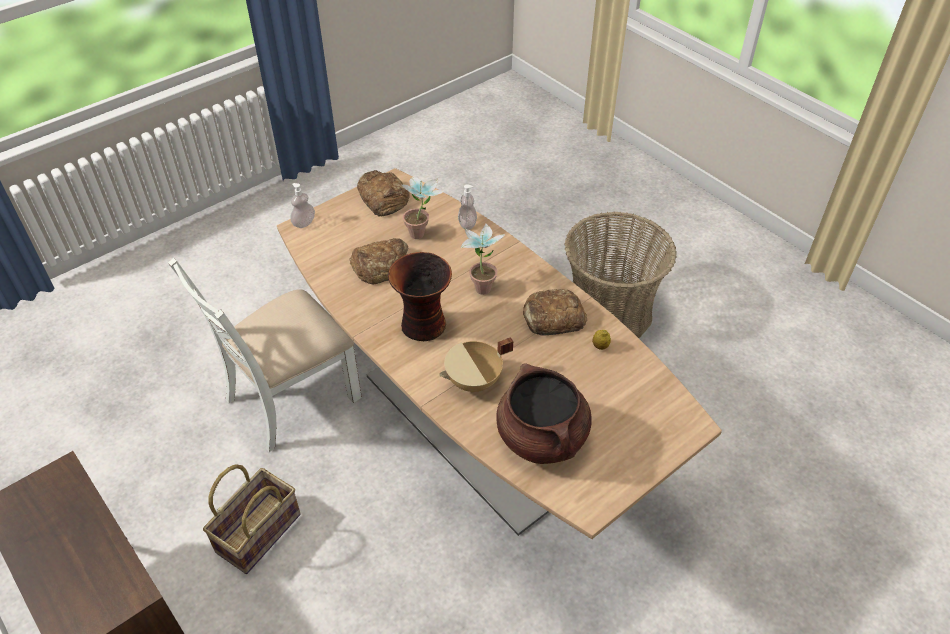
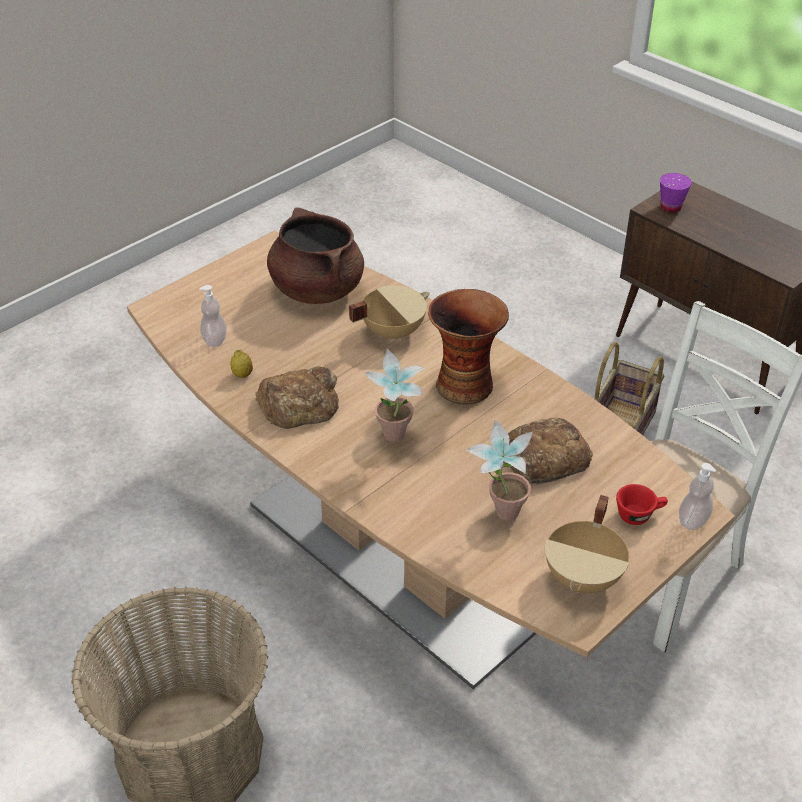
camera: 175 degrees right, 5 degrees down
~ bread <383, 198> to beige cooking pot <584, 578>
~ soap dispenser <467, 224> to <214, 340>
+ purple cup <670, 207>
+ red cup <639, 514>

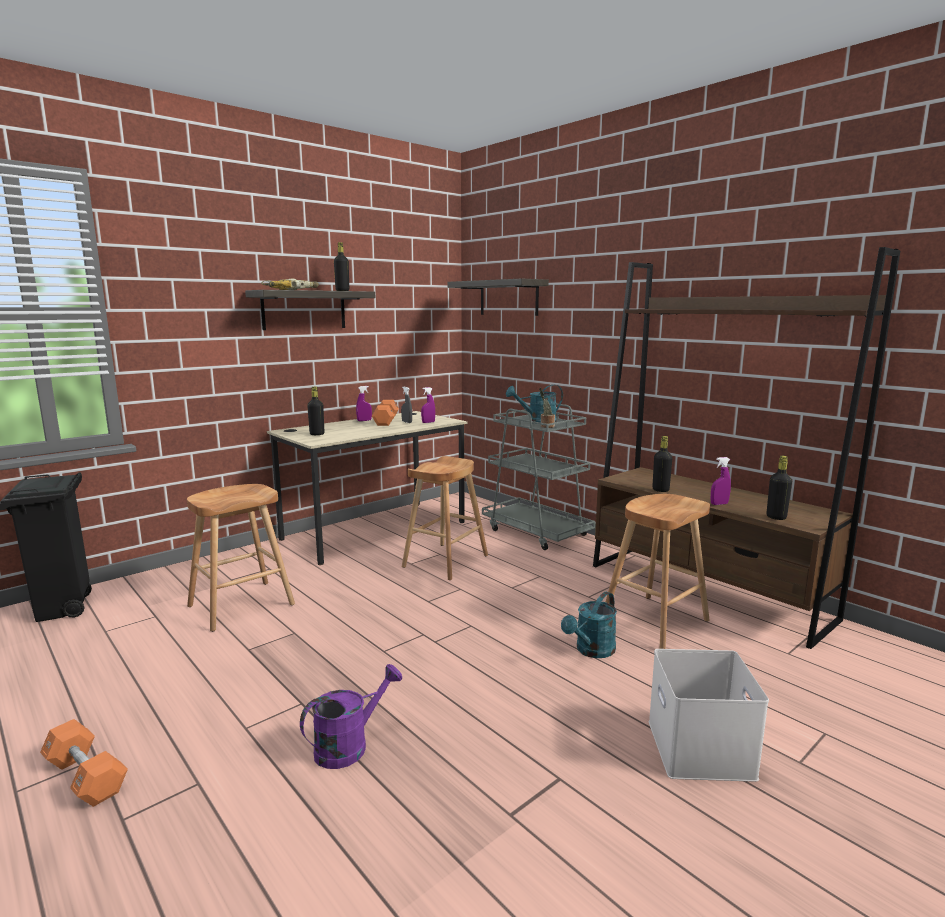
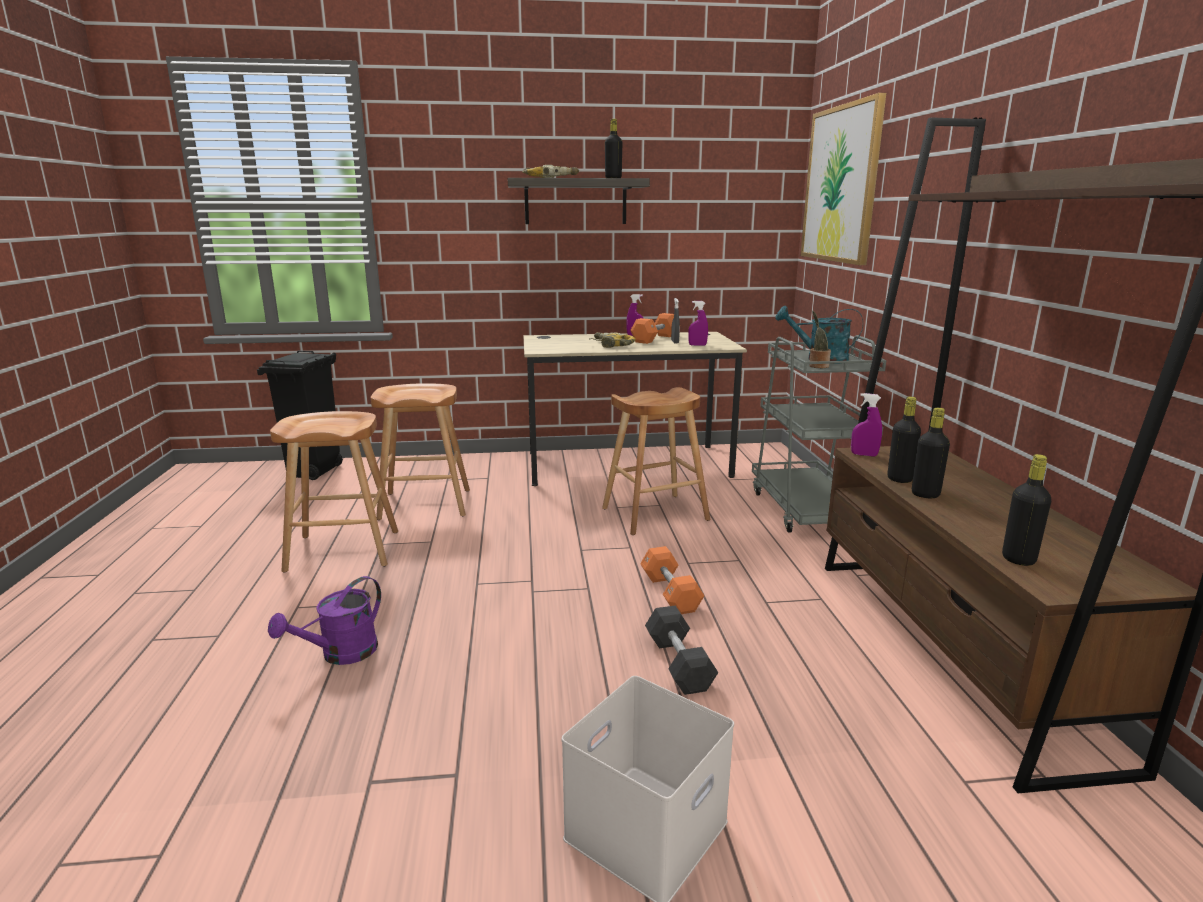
camera: 35 degrees right, 5 degrees up
~ shelf <508, 298> to picture <841, 184>
~ black bottle <317, 434> to <925, 494>
~ purple spray bottle <719, 504> to <864, 455>
~ brown stool <654, 622> to <342, 551>
~ turquoise watering can <591, 651> to black dumbbell <679, 664>
~ purple watering can <349, 745> = <341, 654> 135 degrees clockwise
~ orange dumbbell <86, 777> to <670, 593>
+ power drill <610, 345>

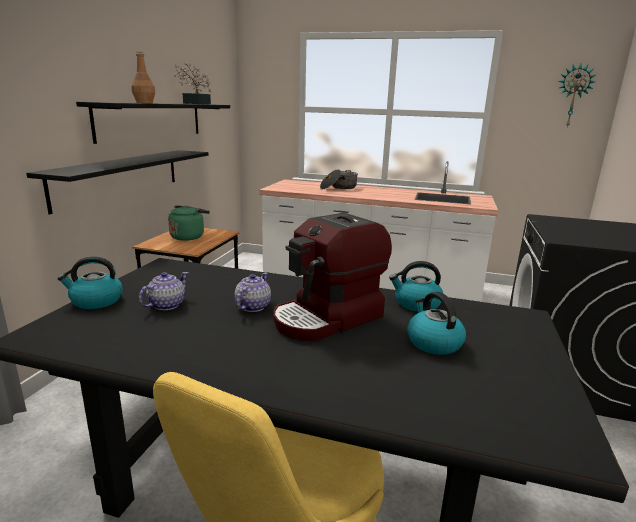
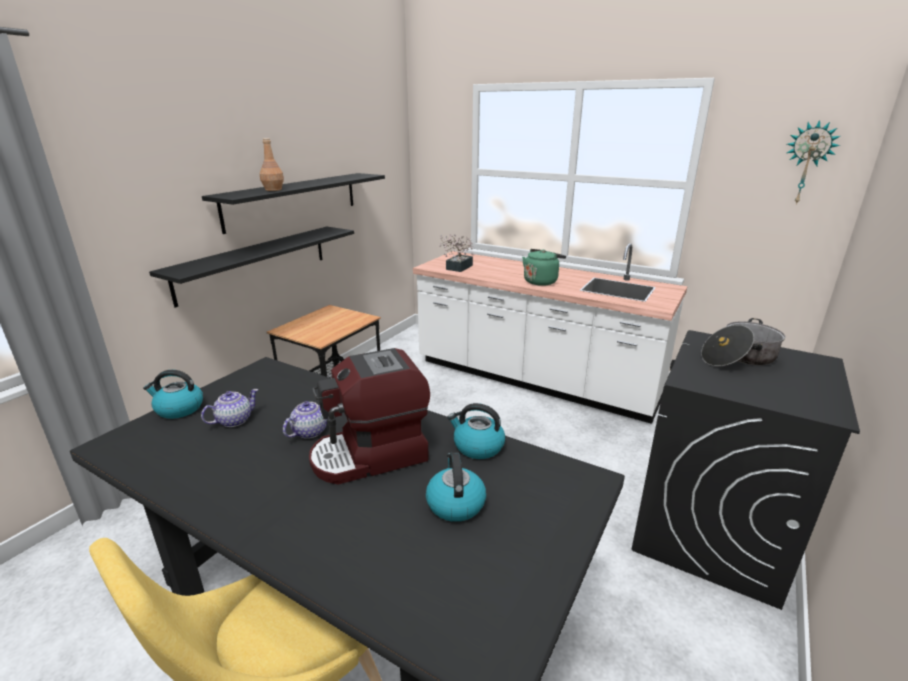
camera: 15 degrees right, 5 degrees up
~ potted plant <195, 103> to <457, 268>
~ cooking pot <338, 188> to <738, 358>
~ green kettle <188, 236> to <541, 281>

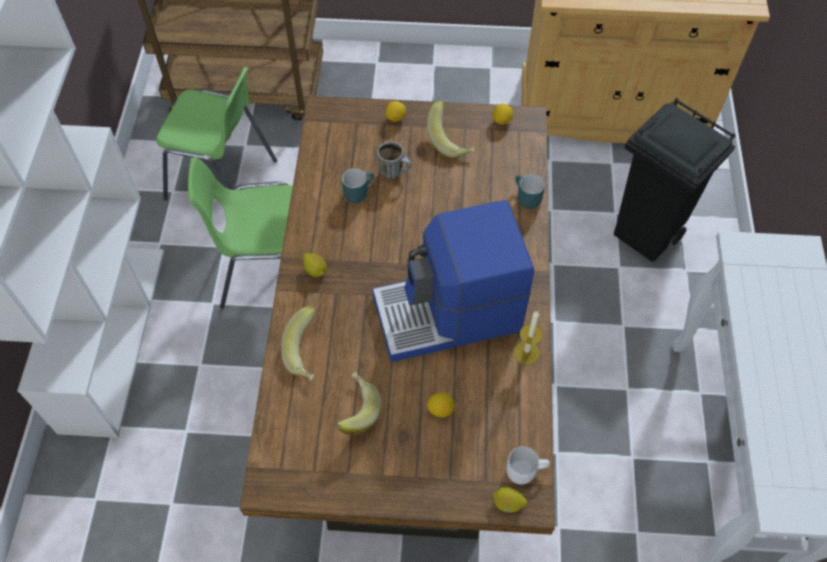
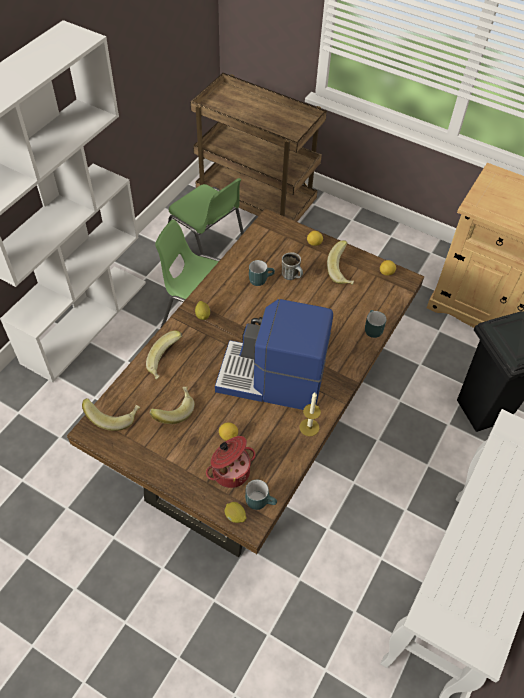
camera: 25 degrees right, 5 degrees down
~ white mug <525, 469> to turquoise mug <260, 500>
+ banana <114, 416>
+ cooking pot <230, 470>

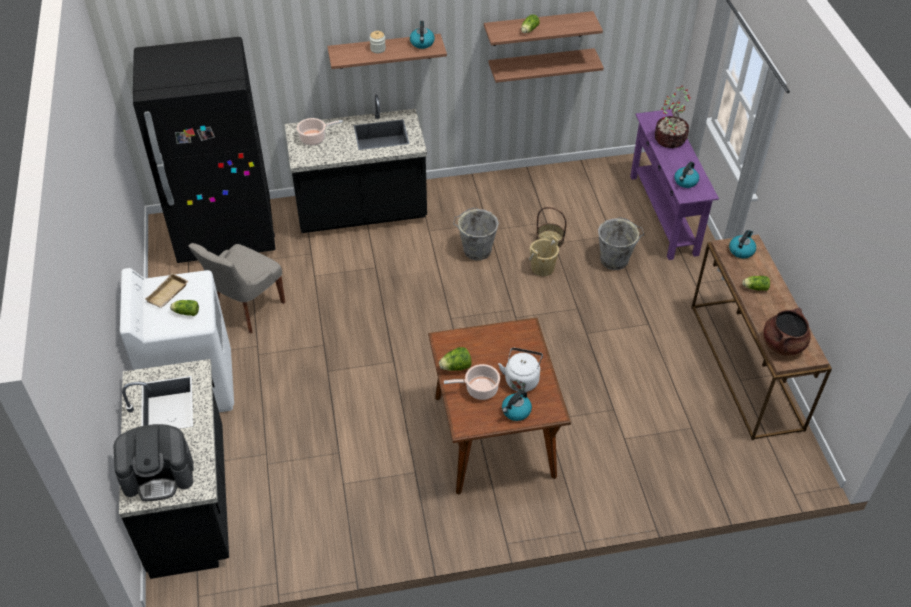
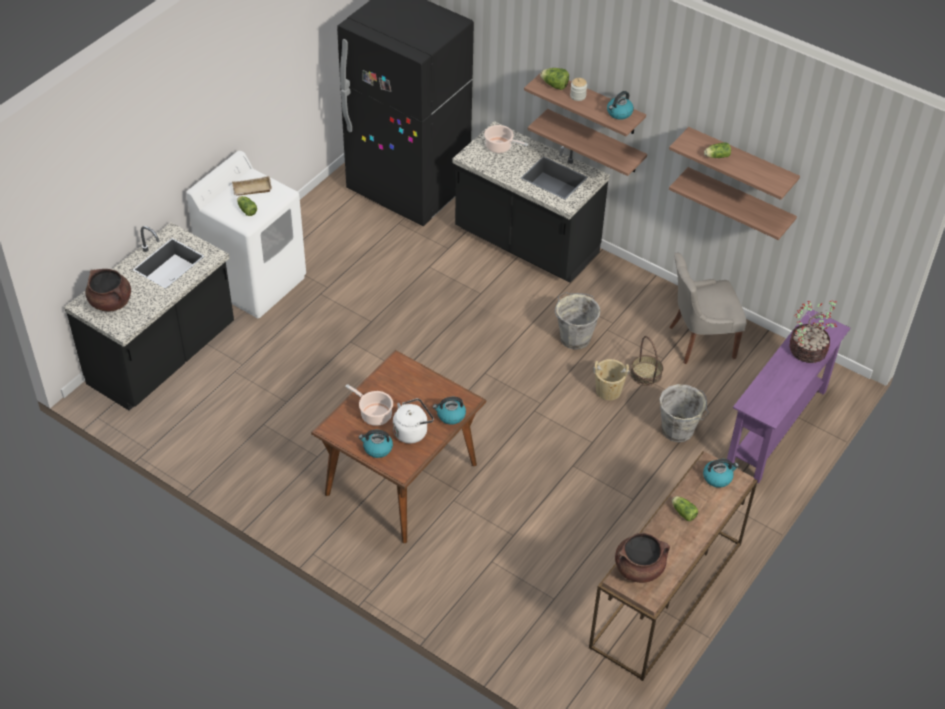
camera: 45 degrees right, 0 degrees up
~ kettle <685, 182> to <450, 416>
~ grey chair <246, 308> to <699, 341>
~ lettuce <456, 367> to <554, 85>
~ coffee machine <159, 475> to brown cooking pot <111, 302>
+ shelf <595, 142>

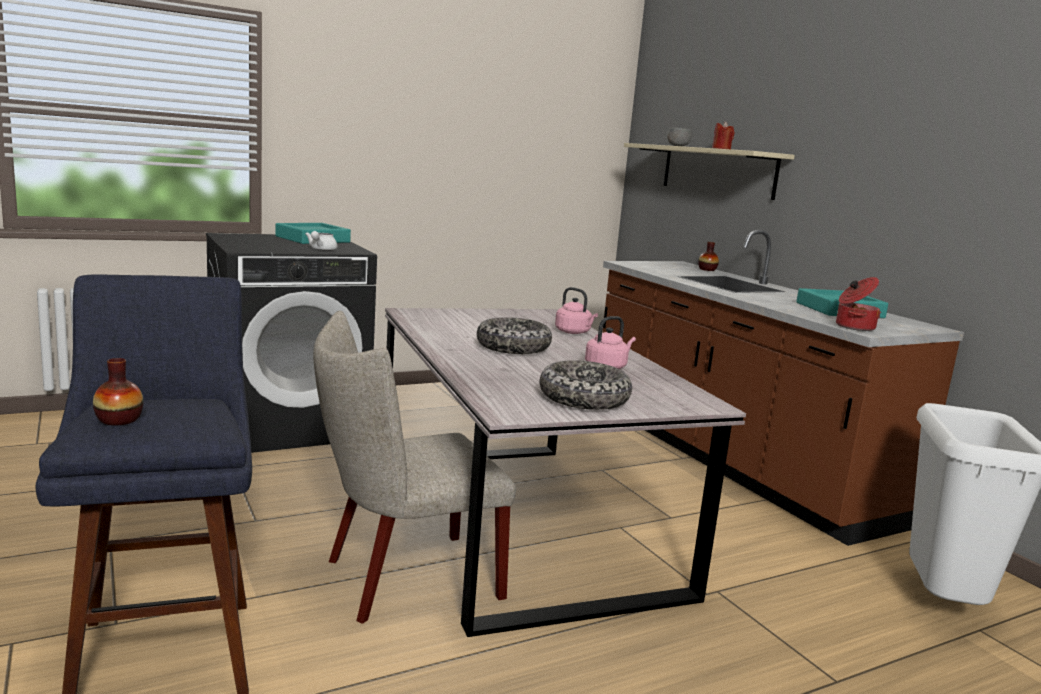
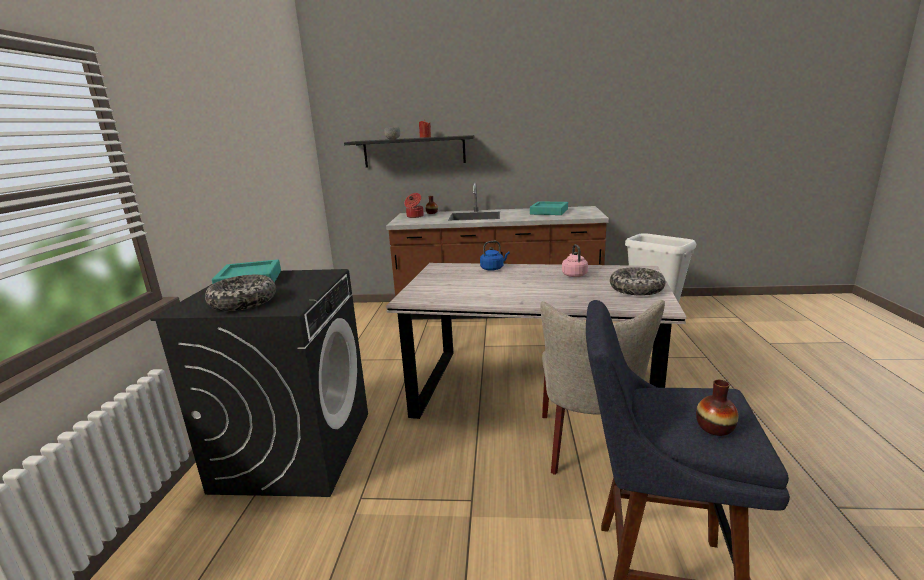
camera: 55 degrees left, 5 degrees up
~ beige shelf <717, 171> to black shelf <414, 151>
- white teapot <321, 250>
~ cooking pot <853, 327> to <414, 216>
~ pink kettle <574, 332> to blue kettle <493, 268>
~ bowl <513, 347> to <243, 302>

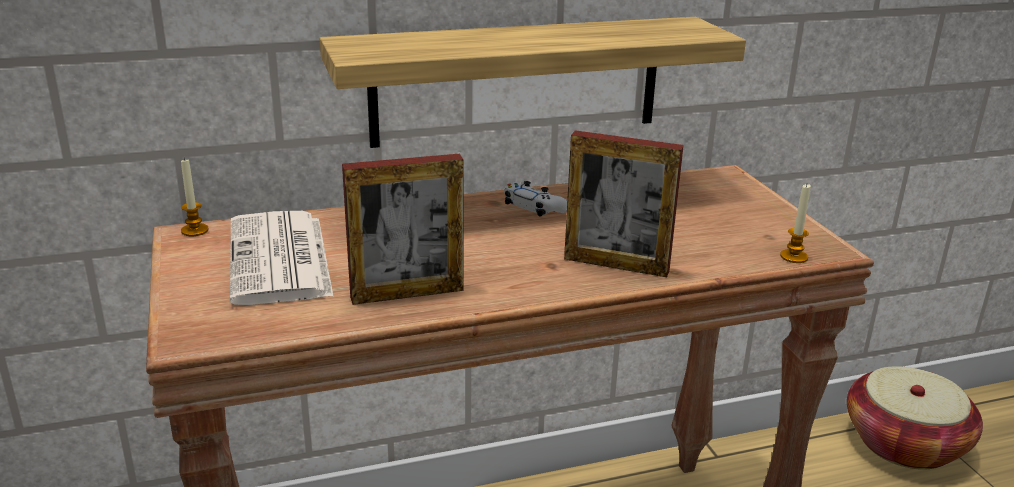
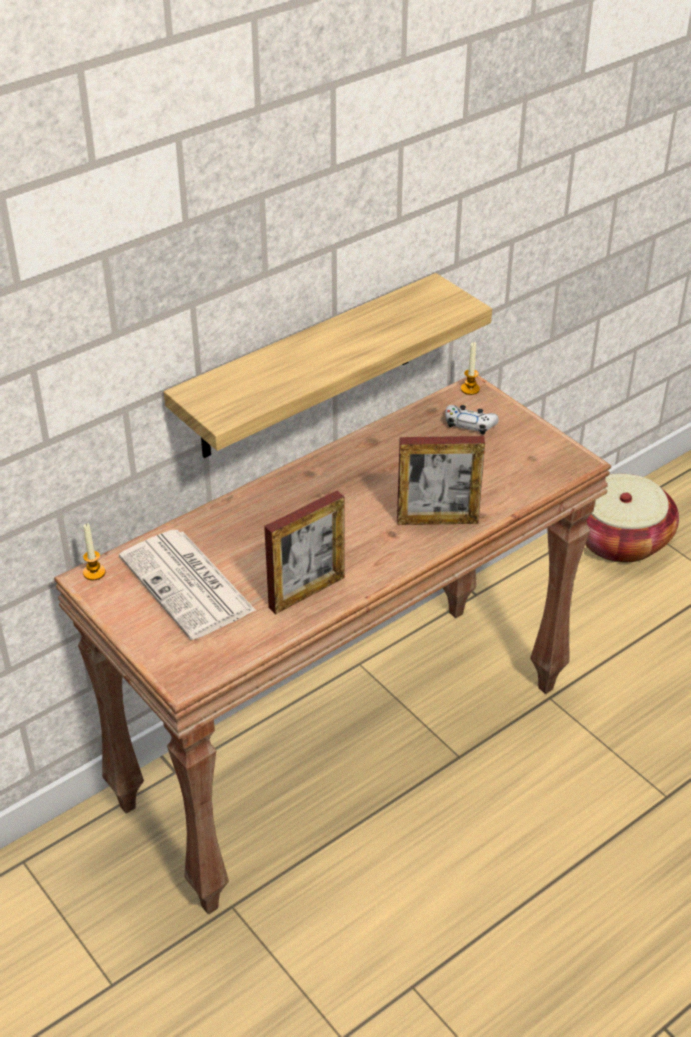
camera: 20 degrees left, 15 degrees up
~ white game controller <534, 207> to <470, 424>
~ candle <793, 257> to <470, 389>

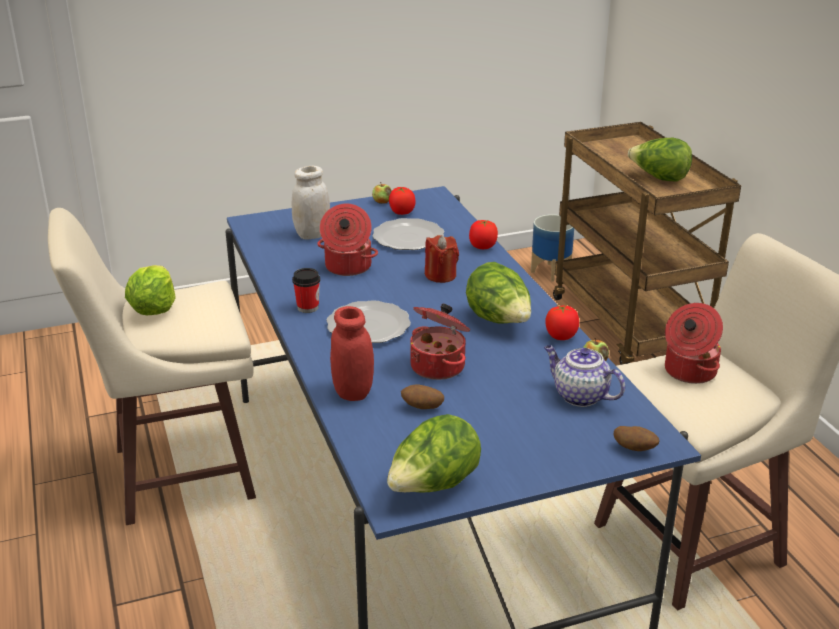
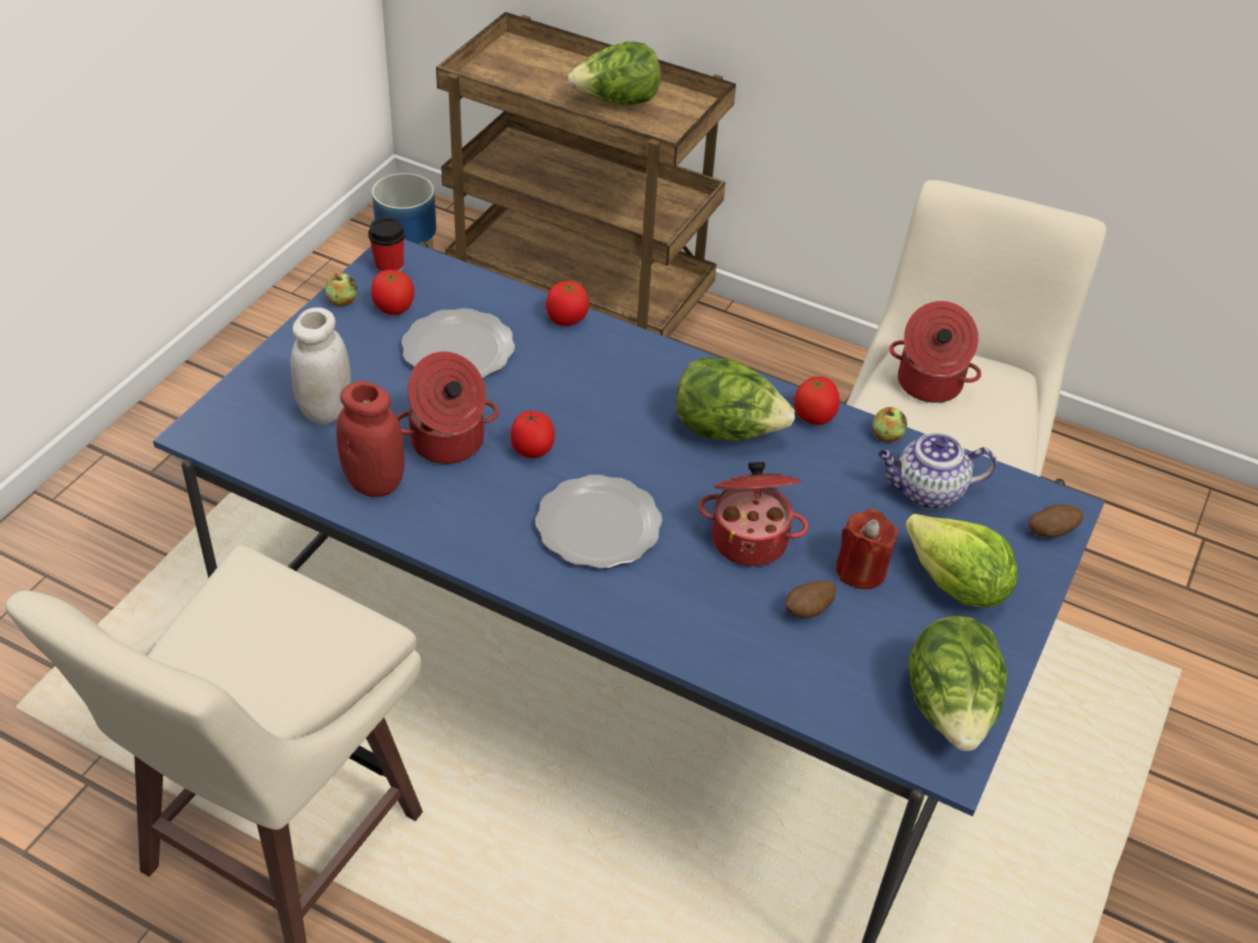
camera: 45 degrees left, 15 degrees up
~ red candle <440, 275> to <861, 570>
~ lettuce <153, 309> to <955, 586>
~ cup <308, 307> to <389, 267>
~ red jar <353, 392> to <374, 482>
+ tomato <532, 451>

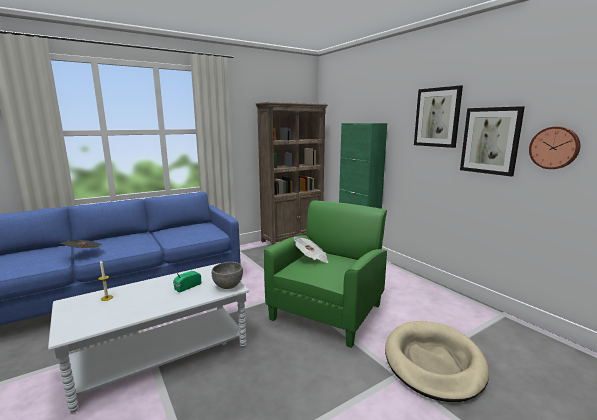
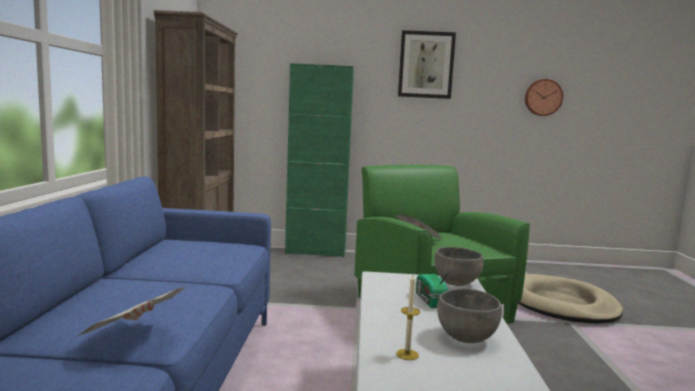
camera: 55 degrees left, 5 degrees down
- picture <490, 140>
+ grey bowl <465, 338>

